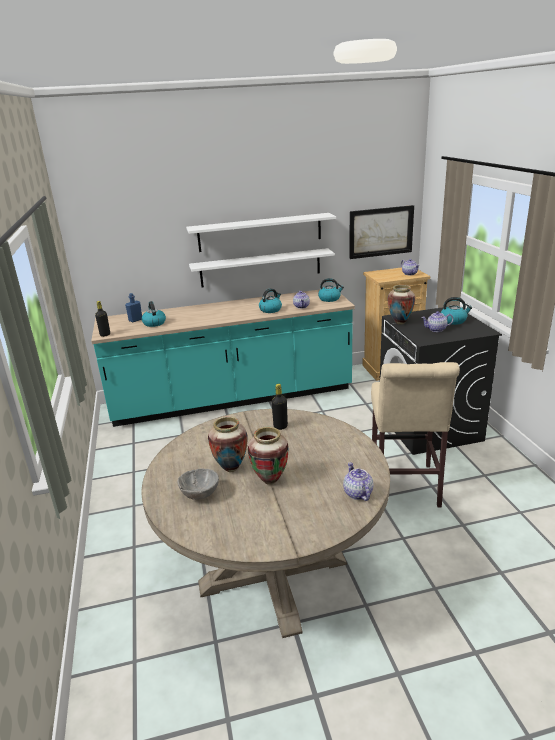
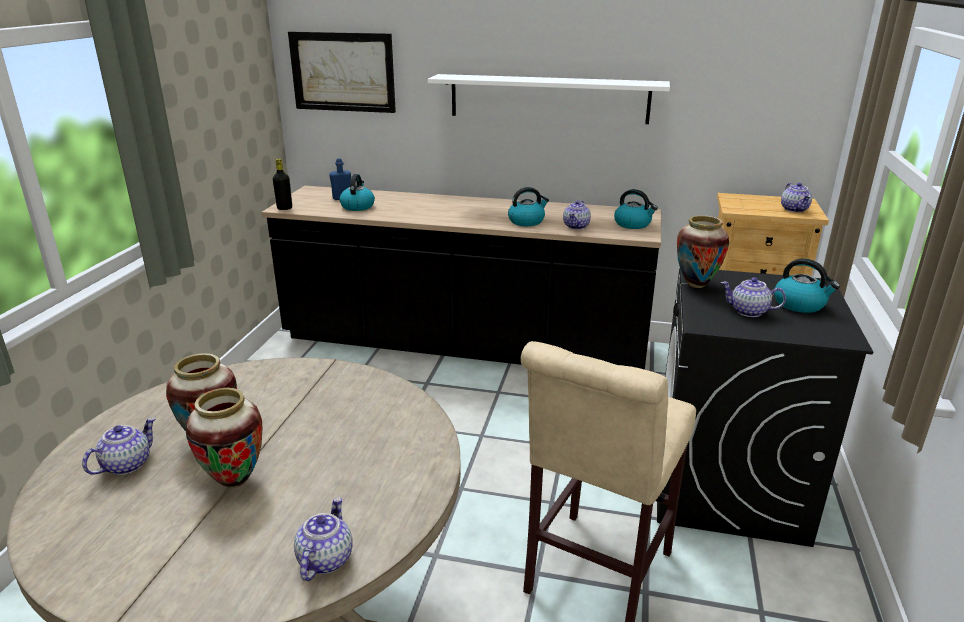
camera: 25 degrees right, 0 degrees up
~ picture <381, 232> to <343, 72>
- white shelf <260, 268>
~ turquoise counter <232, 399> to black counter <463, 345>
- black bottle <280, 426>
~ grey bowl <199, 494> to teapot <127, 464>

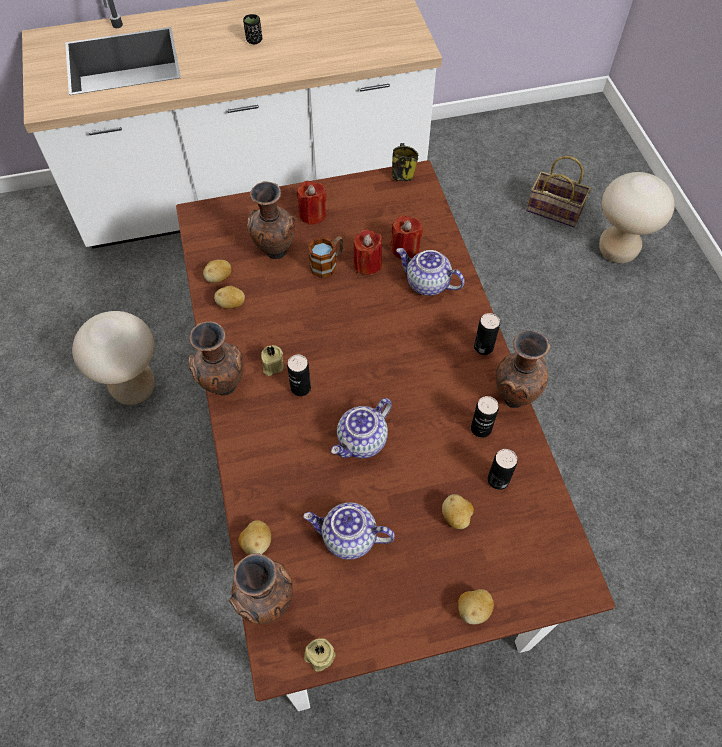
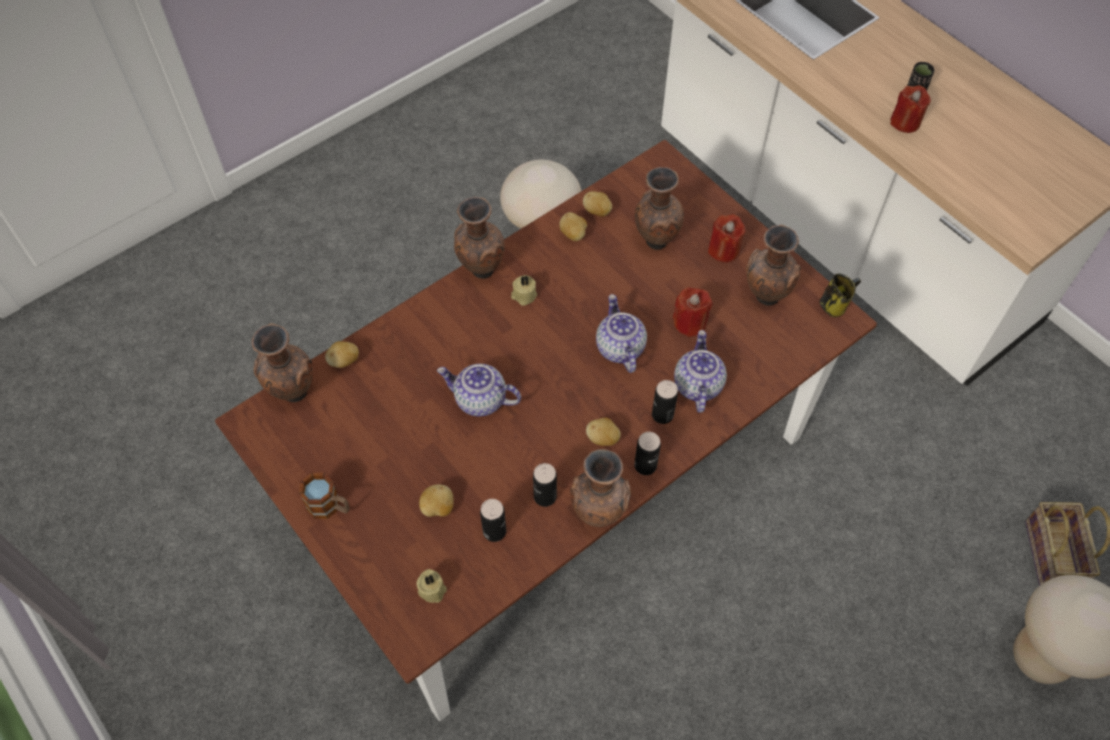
camera: 65 degrees right, 0 degrees up
~ red candle <405, 249> to <905, 122>
~ mug <327, 264> to <330, 506>
~ can <300, 388> to <662, 415>
~ teapot <348, 538> to <619, 348>
~ potato <473, 610> to <603, 438>
~ beige candle <319, 656> to <432, 589>
+ brown vase <765, 297>

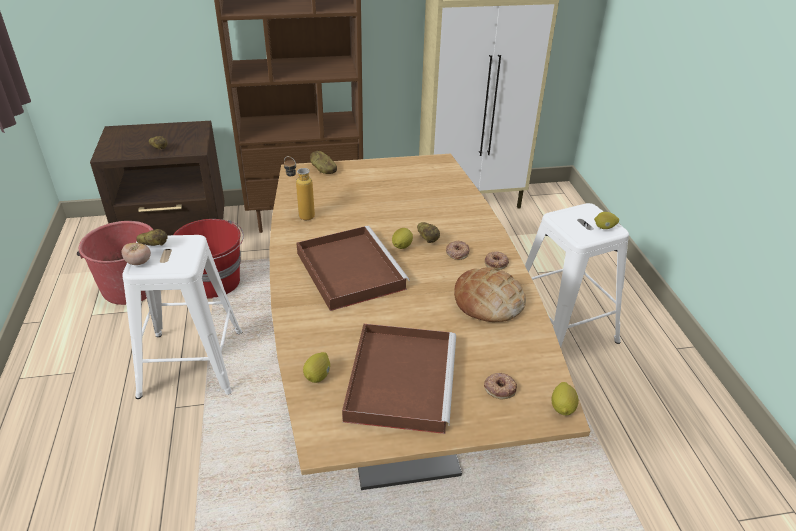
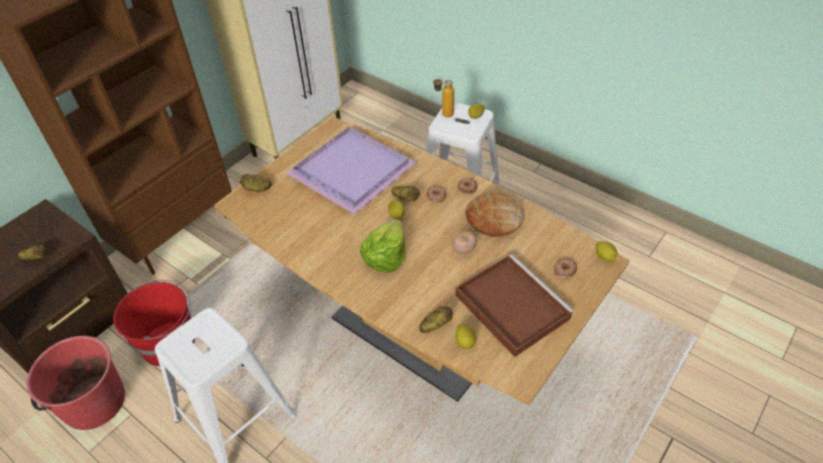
camera: 40 degrees left, 10 degrees up
~ bottle <301, 215> to <443, 115>
~ brown tray <348, 269> to lettuce <385, 257>
~ potato <154, 245> to <435, 325>
~ tomato <138, 262> to <464, 249>
+ purple tray <351, 169>

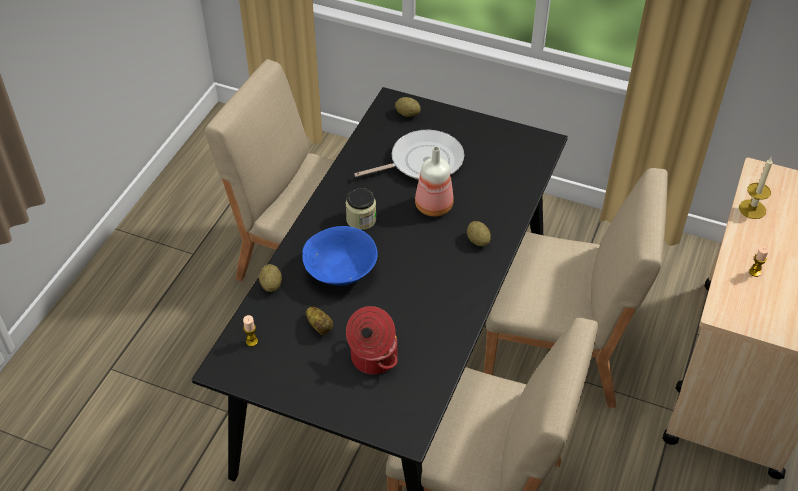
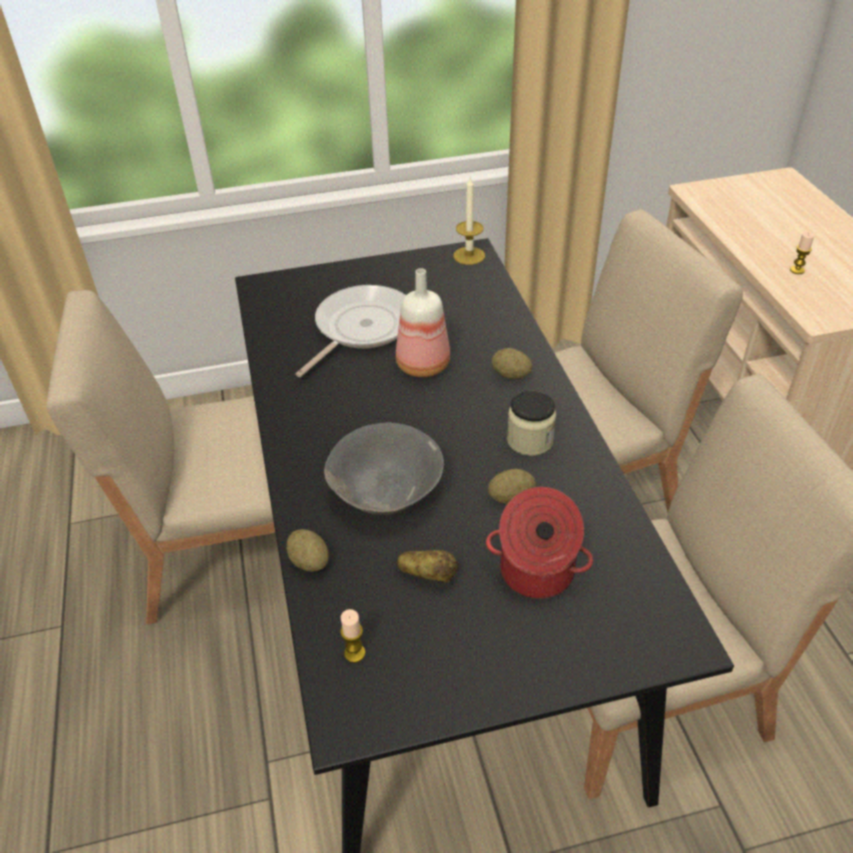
camera: 35 degrees left, 5 degrees down
~ potato <407, 114> to <511, 498>
~ candle <752, 209> to <469, 256>
~ jar <361, 219> to <530, 440>
~ blue bowl <341, 270> to grey bowl <385, 491>

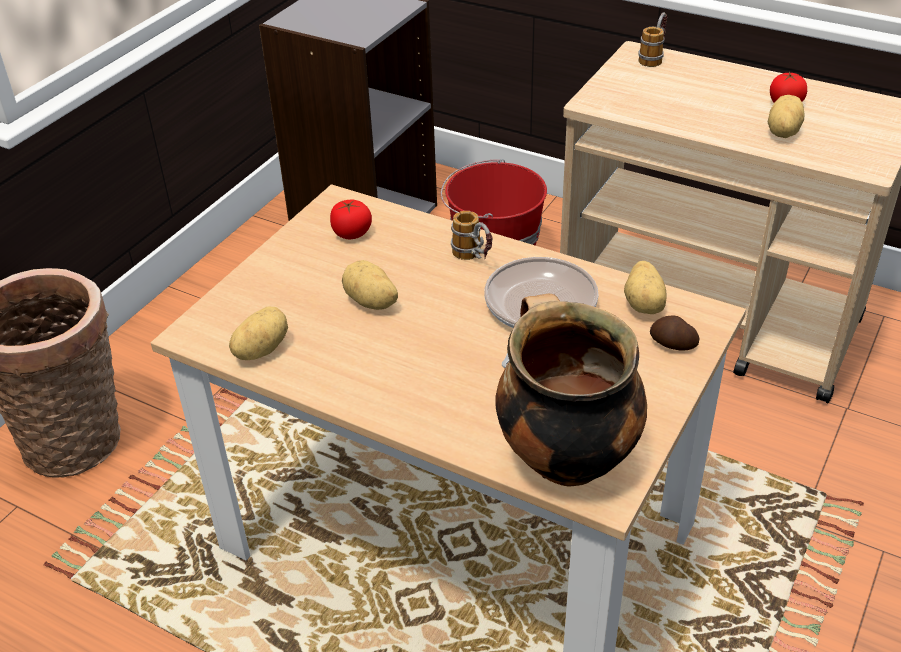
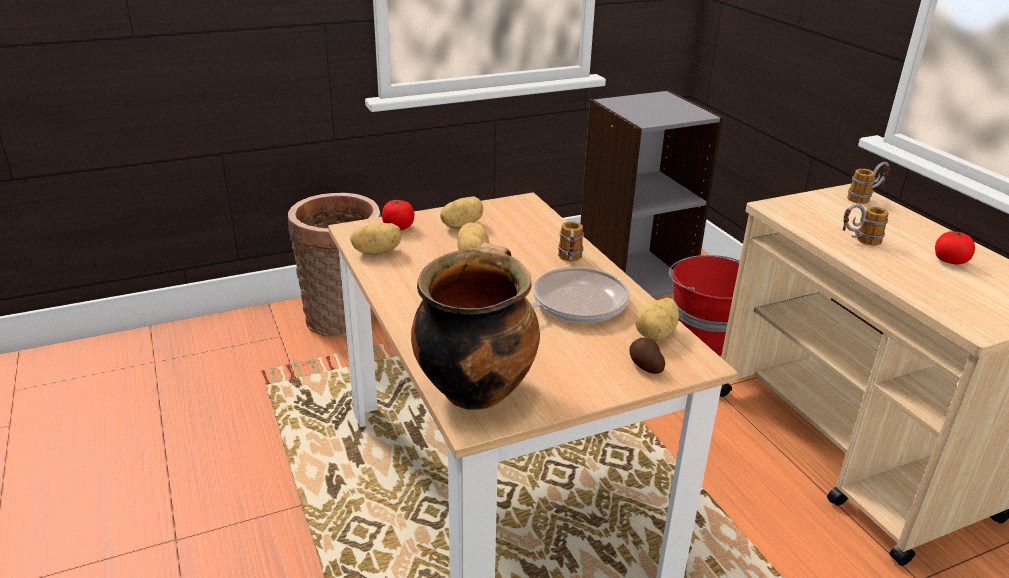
camera: 35 degrees right, 10 degrees down
~ potato <781, 132> to <461, 225>
~ tomato <351, 233> to <398, 227>
+ mug <858, 241>

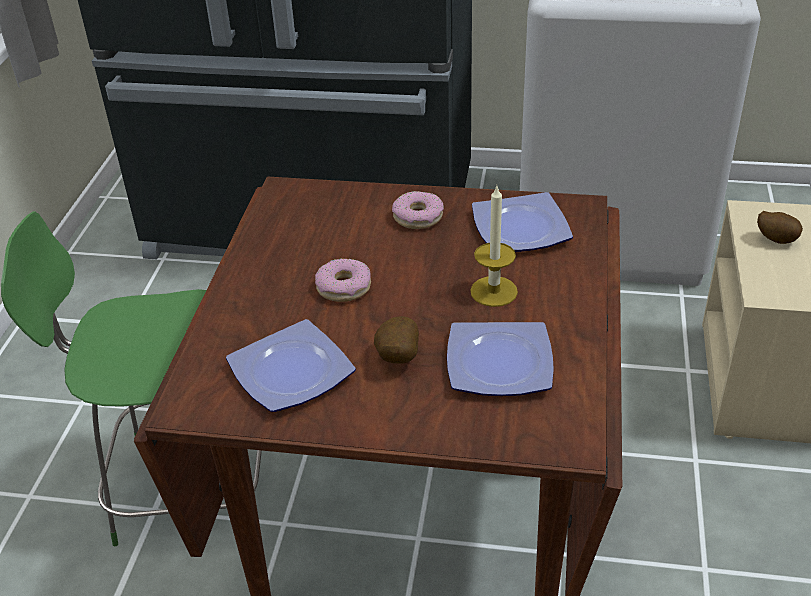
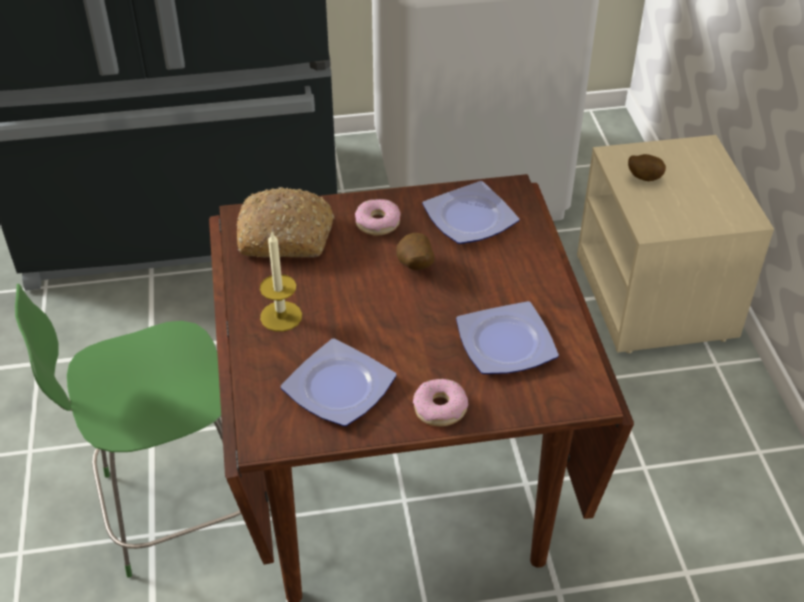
camera: 20 degrees left, 5 degrees up
~ candle <493, 291> to <281, 316>
~ donut <344, 287> to <440, 408>
~ potato <396, 359> to <414, 266>
+ bread <286, 235>

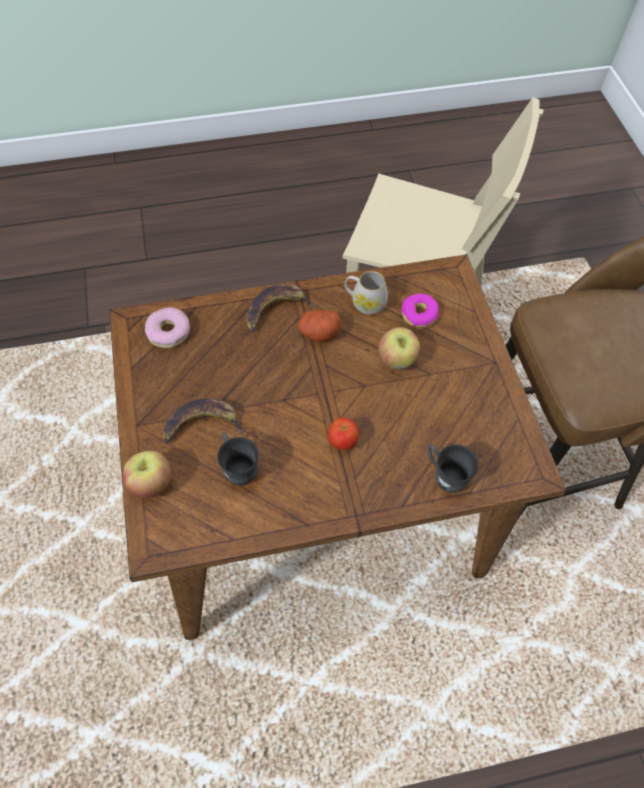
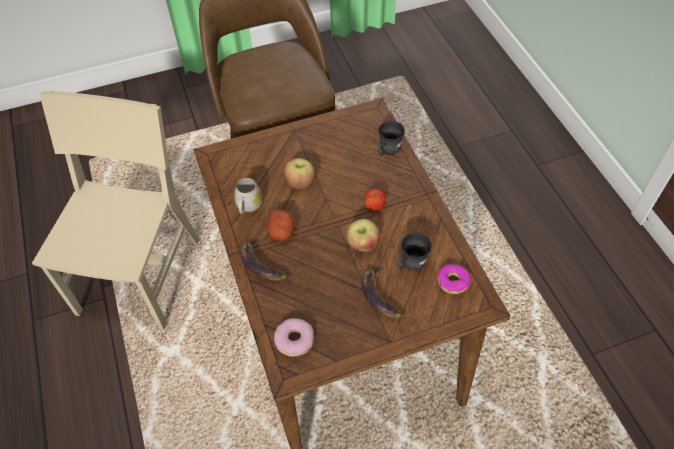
camera: 95 degrees left, 5 degrees down
~ donut <419, 314> to <453, 282>
~ apple <151, 483> to <363, 244>

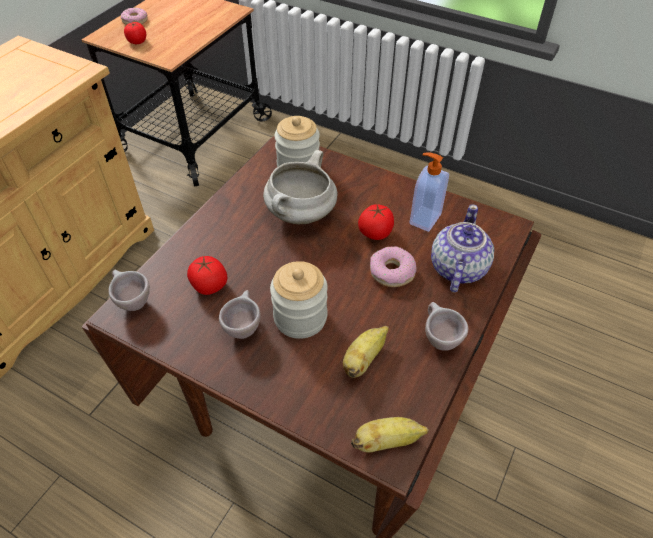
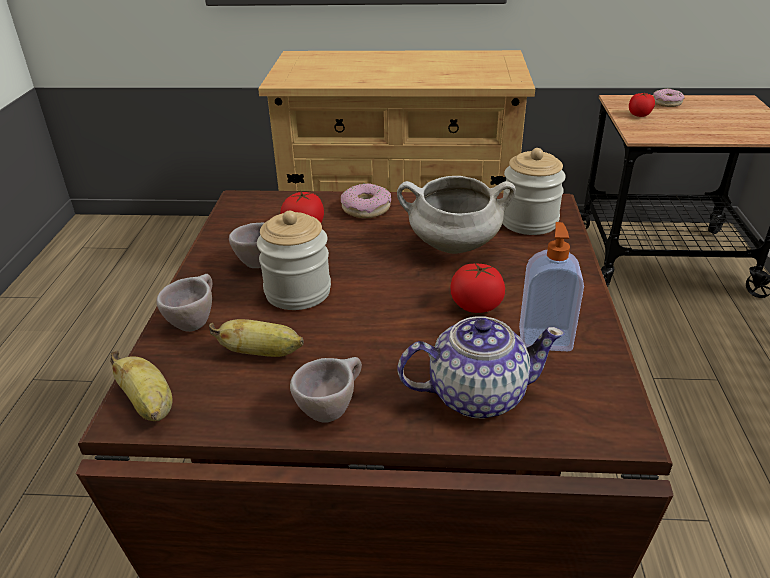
camera: 65 degrees right, 15 degrees down
~ donut <392, 272> to <366, 208>
~ beige cup <132, 301> to <195, 321>

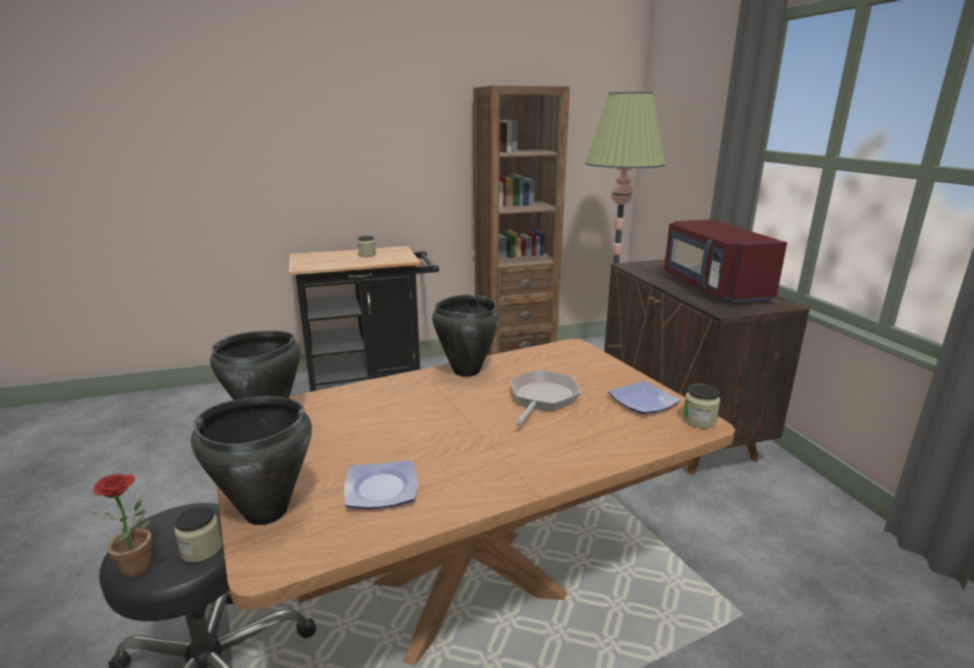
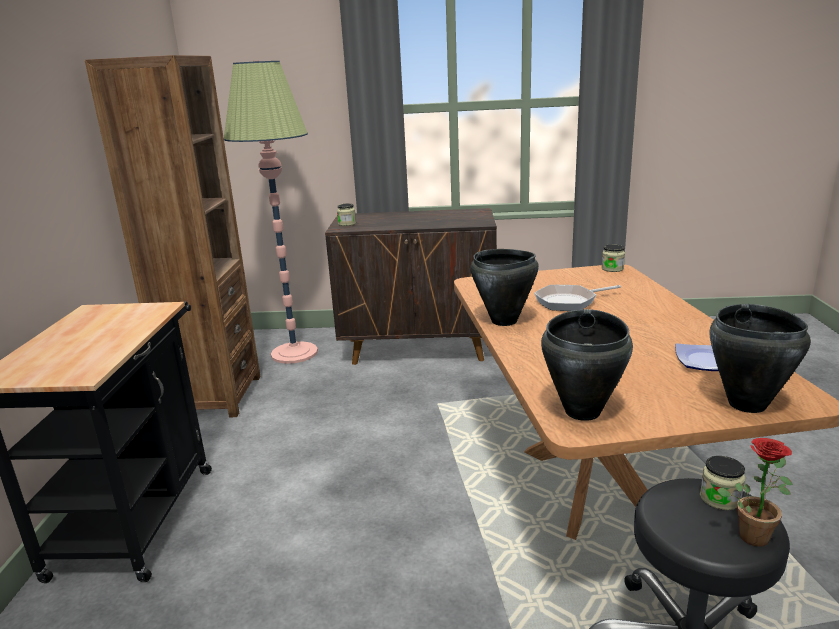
camera: 70 degrees left, 0 degrees up
- red microwave <712, 287>
~ jar <367, 255> to <347, 224>
~ frying pan <542, 399> = <569, 302> 60 degrees counterclockwise
- plate <644, 401>

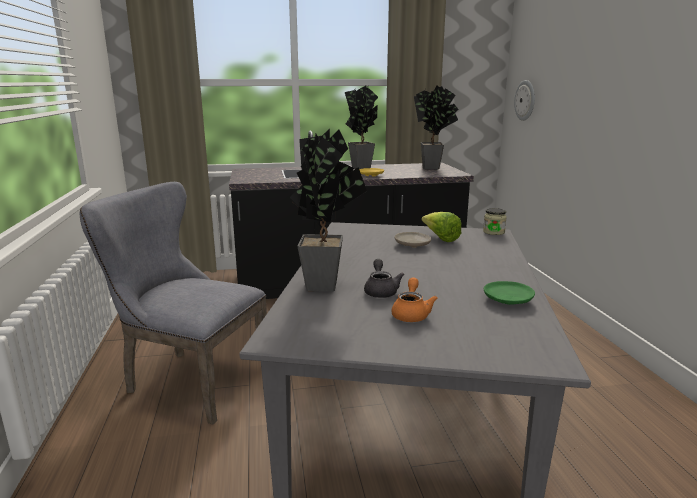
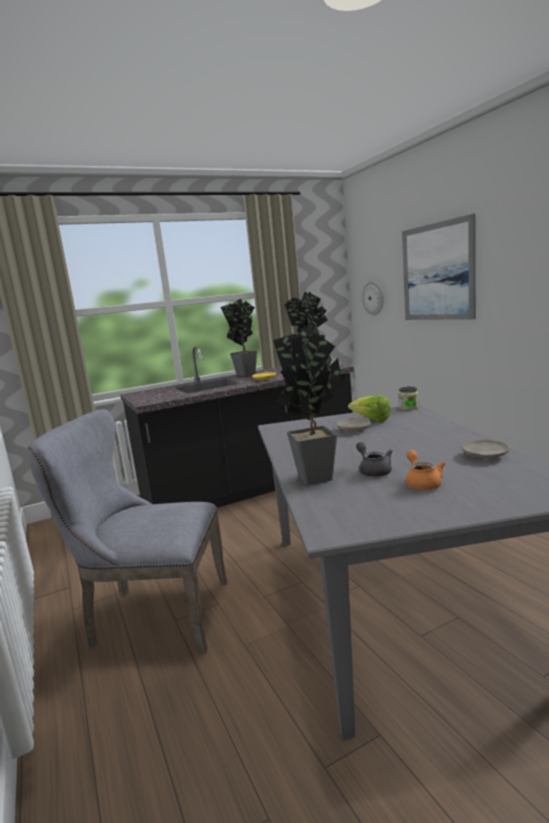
camera: 15 degrees left, 5 degrees down
~ green plate <507, 300> to beige plate <484, 456>
+ picture <437, 272>

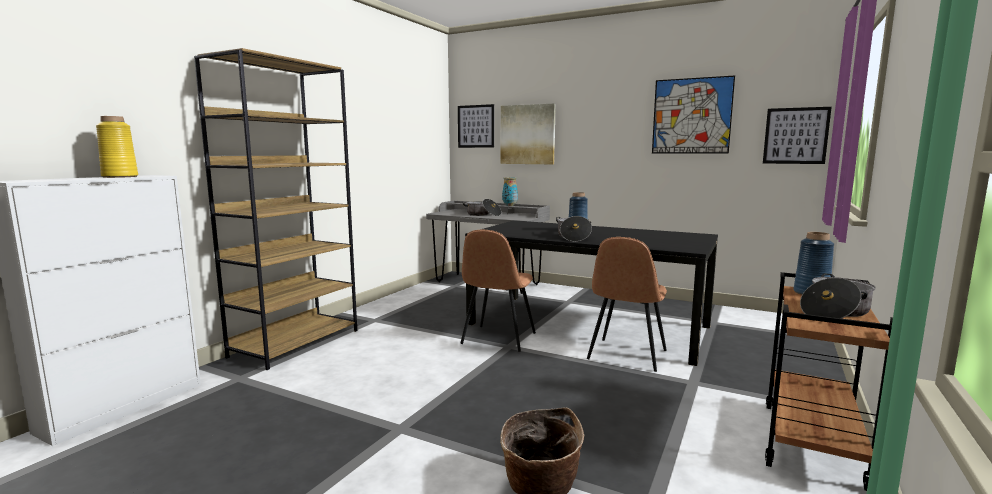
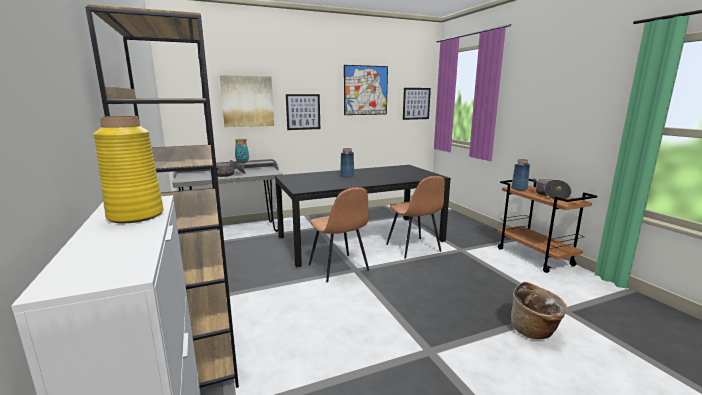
camera: 50 degrees left, 5 degrees up
~ picture <476, 126> to <303, 112>
- cooking pot <573, 237>

